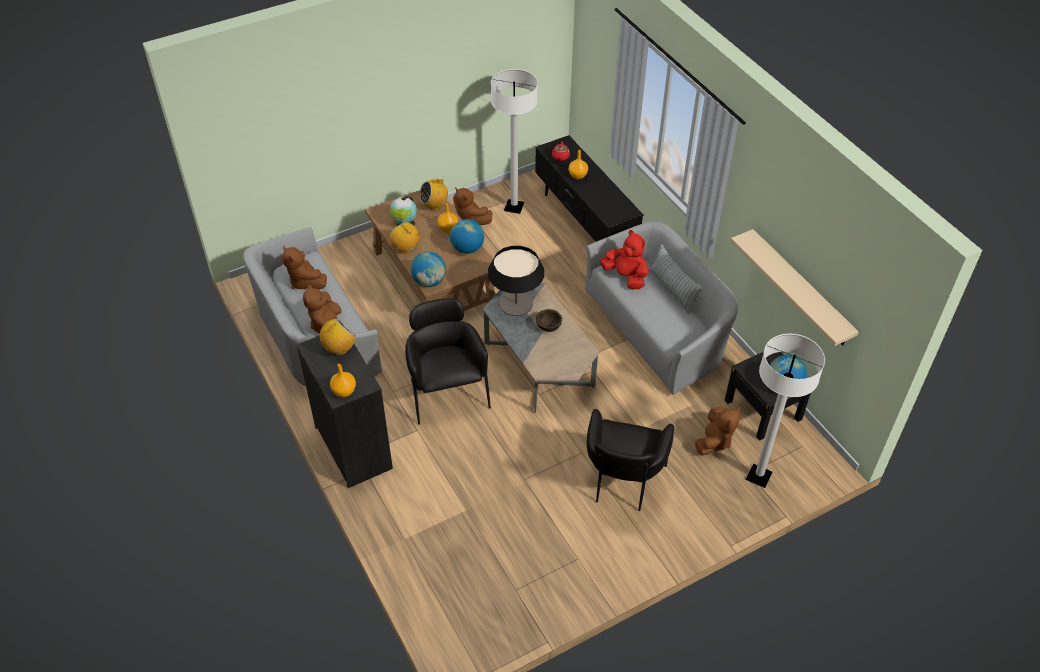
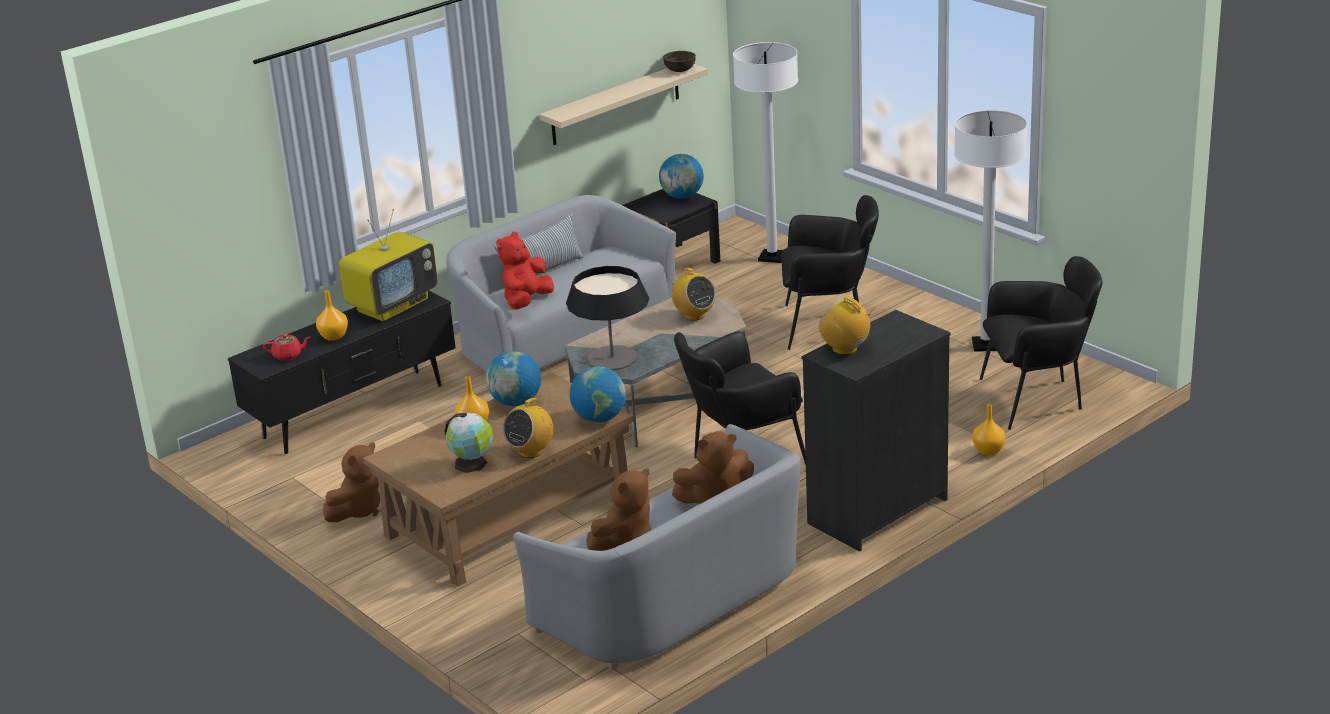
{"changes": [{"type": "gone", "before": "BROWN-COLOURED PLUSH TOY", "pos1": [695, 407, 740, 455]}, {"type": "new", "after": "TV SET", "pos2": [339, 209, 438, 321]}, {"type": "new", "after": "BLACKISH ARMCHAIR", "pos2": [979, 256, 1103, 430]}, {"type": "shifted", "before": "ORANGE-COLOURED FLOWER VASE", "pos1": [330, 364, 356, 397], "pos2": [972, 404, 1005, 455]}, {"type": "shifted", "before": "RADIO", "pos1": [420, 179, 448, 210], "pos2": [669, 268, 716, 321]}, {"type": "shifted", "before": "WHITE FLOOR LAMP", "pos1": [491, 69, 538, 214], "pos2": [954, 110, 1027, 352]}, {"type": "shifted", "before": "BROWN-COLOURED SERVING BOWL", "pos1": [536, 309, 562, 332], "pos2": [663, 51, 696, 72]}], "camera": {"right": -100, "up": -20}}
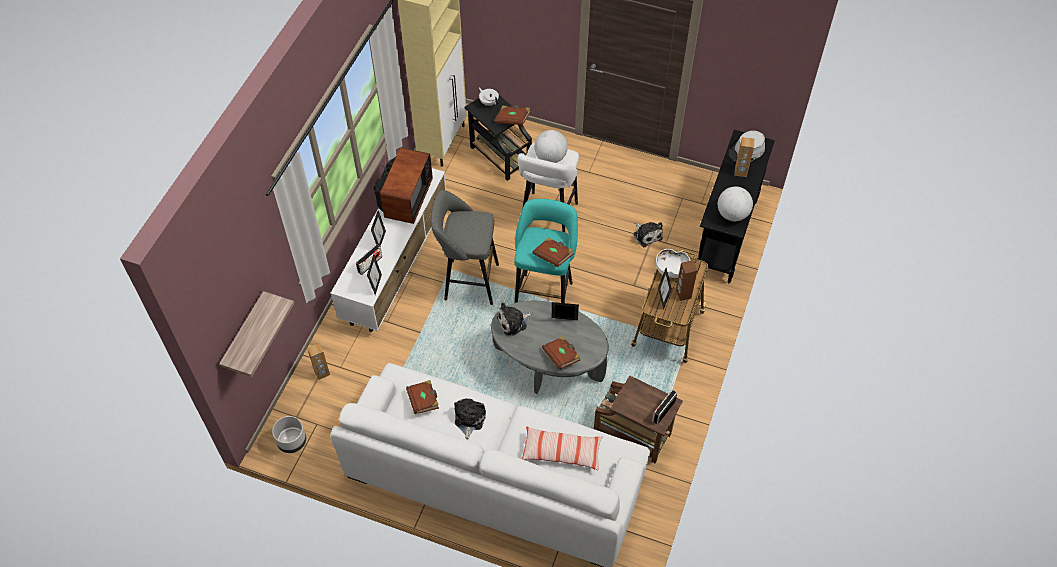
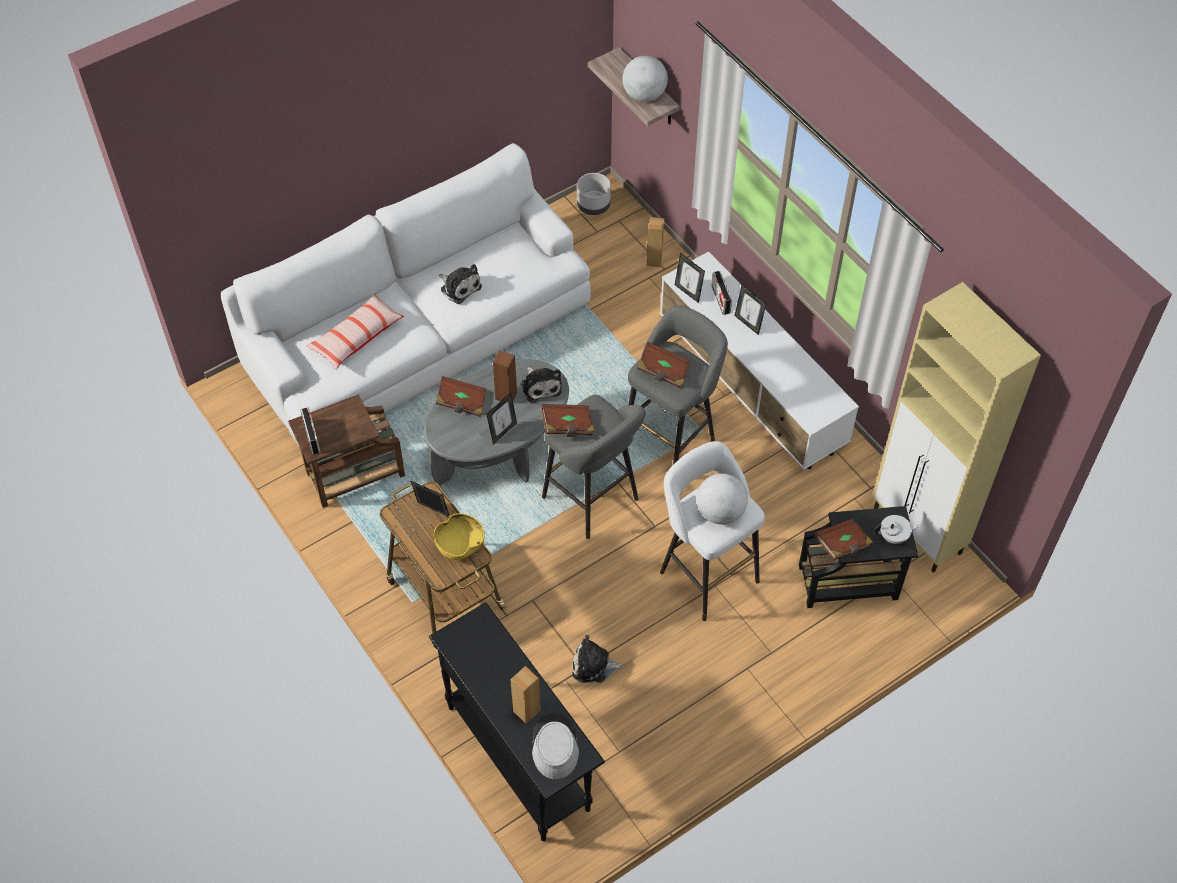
{"changes": [{"type": "gone", "before": "TV SET", "pos1": [374, 147, 433, 224]}, {"type": "shifted", "before": "BROWN-COLOURED BOOK", "pos1": [406, 380, 439, 414], "pos2": [637, 342, 690, 388]}, {"type": "shifted", "before": "BROWN-COLOURED AUDIO SPEAKER", "pos1": [676, 260, 697, 301], "pos2": [493, 350, 517, 401]}, {"type": "shifted", "before": "GLOBE", "pos1": [718, 186, 753, 221], "pos2": [623, 56, 668, 102]}, {"type": "repainted", "before": "BLUE-GREEN STOOL", "after": "GREY STOOL", "pos1": [514, 199, 578, 303], "pos2": [542, 395, 645, 539]}, {"type": "repainted", "before": "WHITE SERVING BOWL", "after": "YELLOWISH SERVING BOWL", "pos1": [656, 249, 690, 278], "pos2": [433, 513, 485, 560]}, {"type": "rotated", "before": "PLUSH TOY", "pos1": [497, 302, 532, 336], "pos2": [521, 366, 562, 404], "turn": 150}], "camera": {"right": 125, "up": 0}}
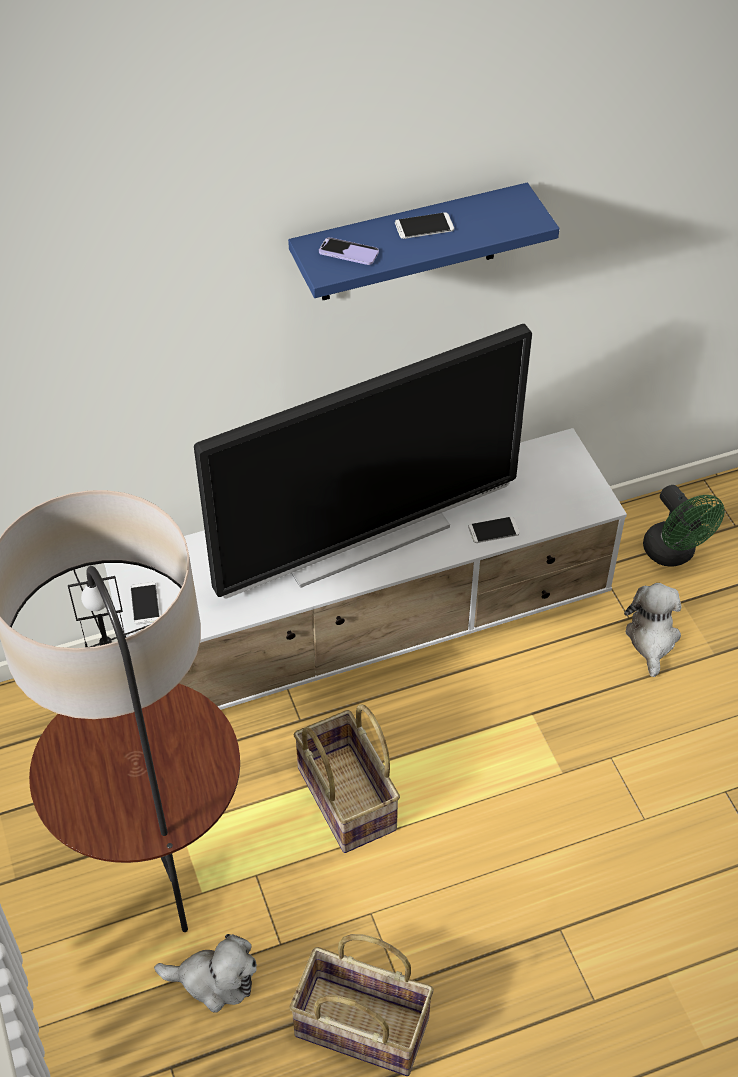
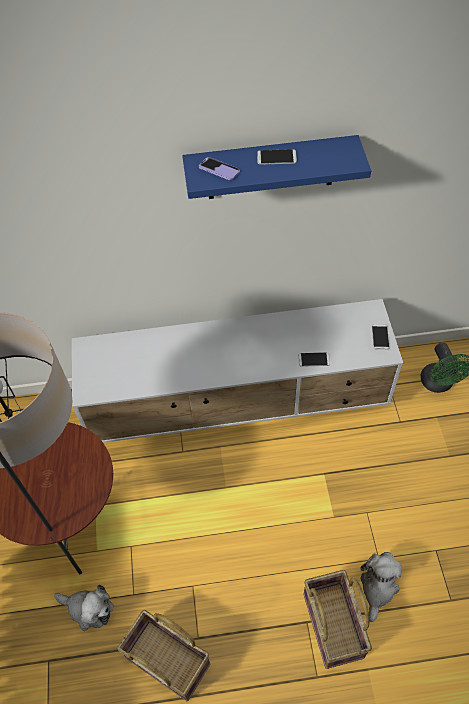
{"changes": [{"type": "gone", "before": "TV SET", "pos1": [194, 324, 532, 599]}, {"type": "shifted", "before": "PHONE", "pos1": [131, 582, 160, 625], "pos2": [372, 324, 390, 350]}, {"type": "shifted", "before": "HOUSEHOLD BASKET", "pos1": [293, 704, 400, 853], "pos2": [304, 570, 372, 669]}, {"type": "shifted", "before": "PLUSH TOY", "pos1": [624, 583, 681, 677], "pos2": [360, 552, 401, 622]}], "camera": {"right": 15, "up": 5}}
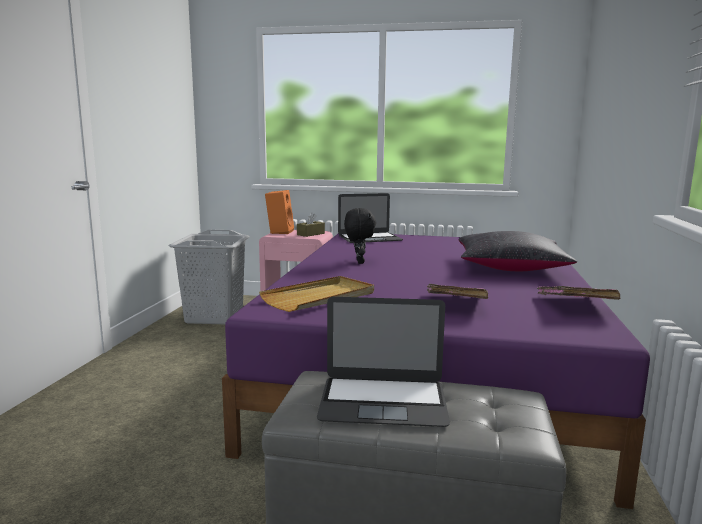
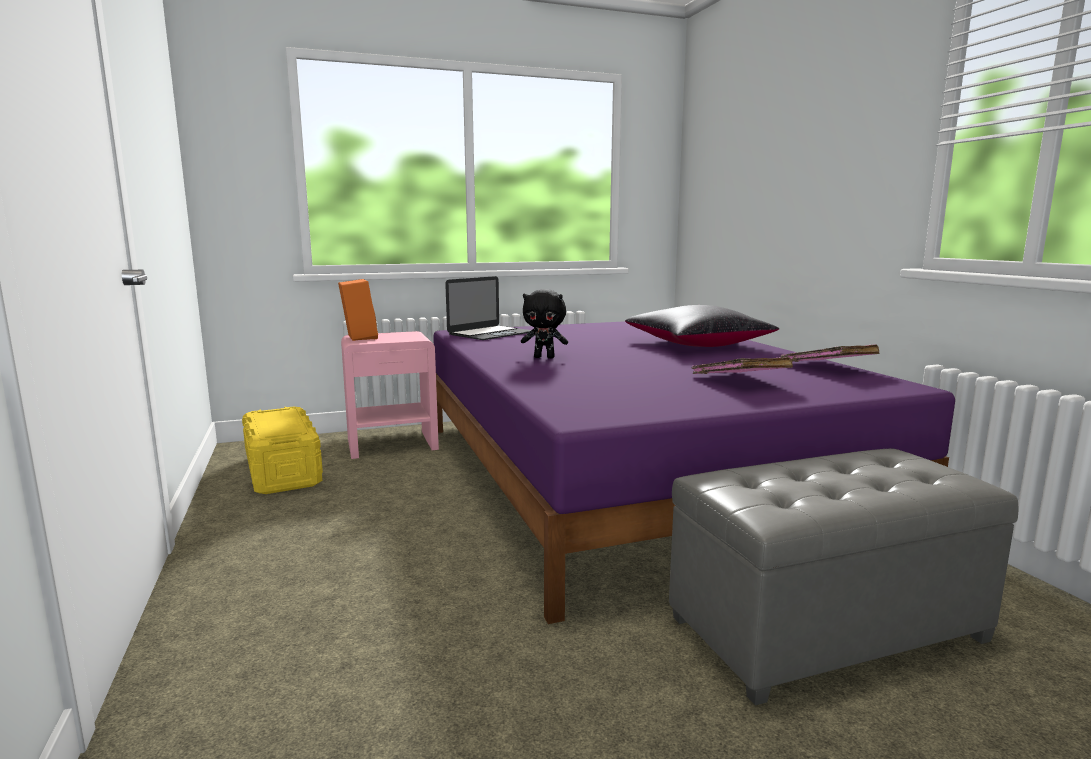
{"changes": [{"type": "gone", "before": "BEIGE-COLOURED TRAY", "pos1": [259, 276, 374, 312]}, {"type": "gone", "before": "BROWN-COLOURED TISSUE HOLDER", "pos1": [297, 212, 325, 237]}, {"type": "gone", "before": "NOTEBOOK COMPUTER", "pos1": [317, 297, 450, 427]}, {"type": "swapped", "before": "GREY WASHING BASKET", "after": "YELLOWISH STORAGE CONTAINER", "pos1": [169, 230, 250, 324], "pos2": [242, 406, 323, 494]}, {"type": "rotated", "before": "BLACKISH PLUSH TOY", "pos1": [344, 208, 377, 264], "pos2": [521, 289, 568, 358], "turn": 135}], "camera": {"right": -30, "up": 0}}
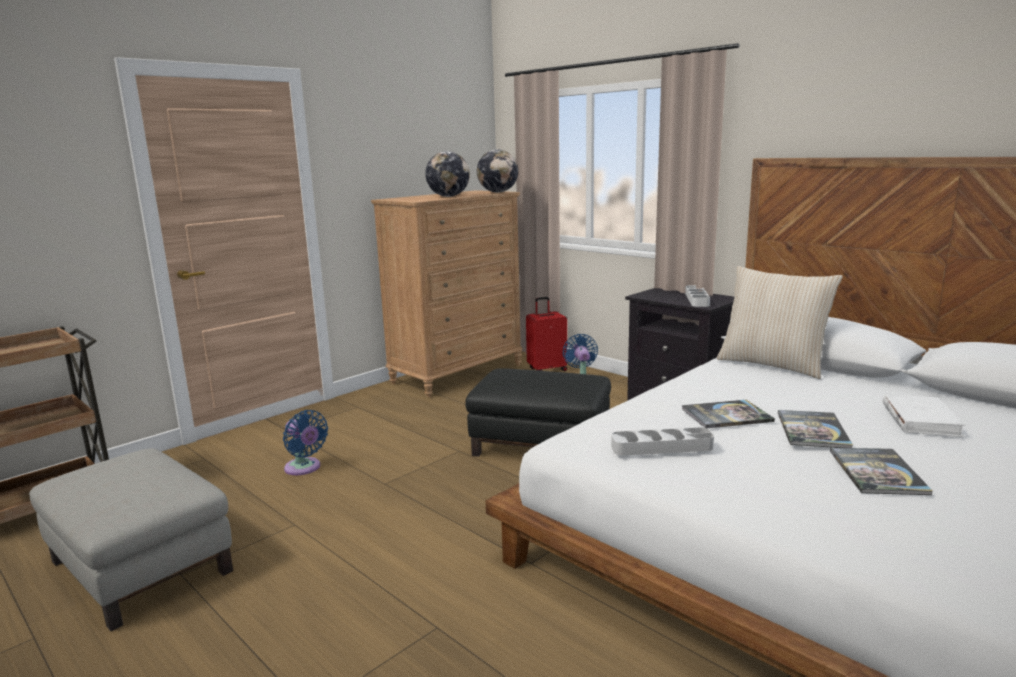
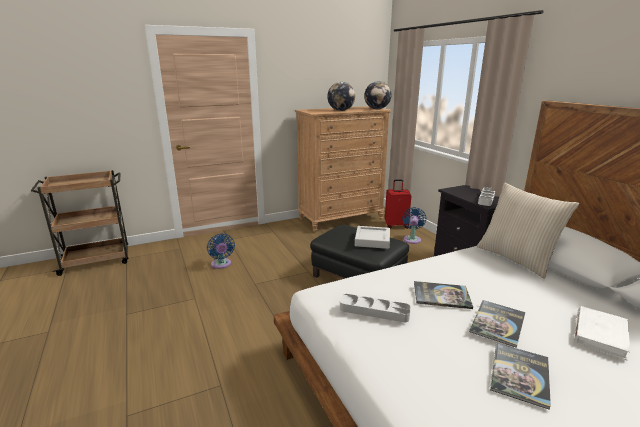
{"changes": [{"type": "gone", "before": "GREY FOOTREST", "pos1": [29, 448, 233, 631]}, {"type": "new", "after": "GREY TRAY", "pos2": [355, 226, 390, 249]}], "camera": {"right": 20, "up": 5}}
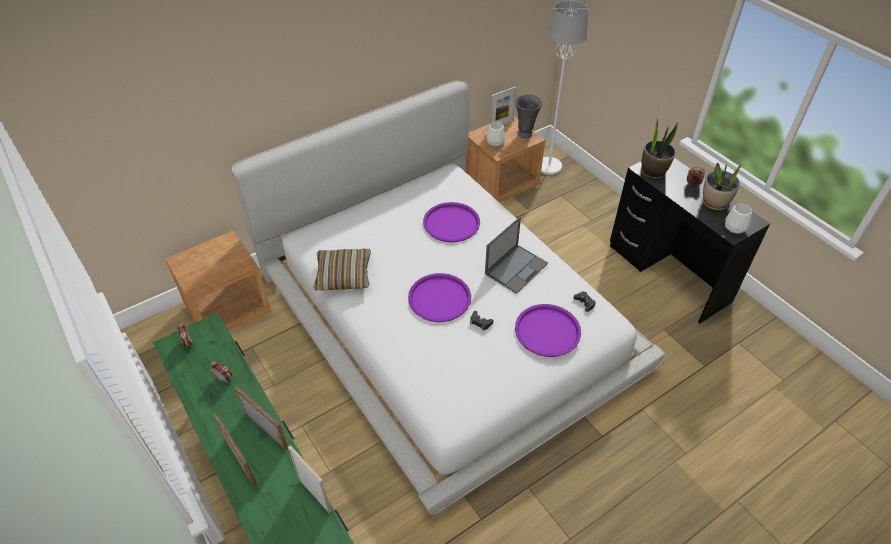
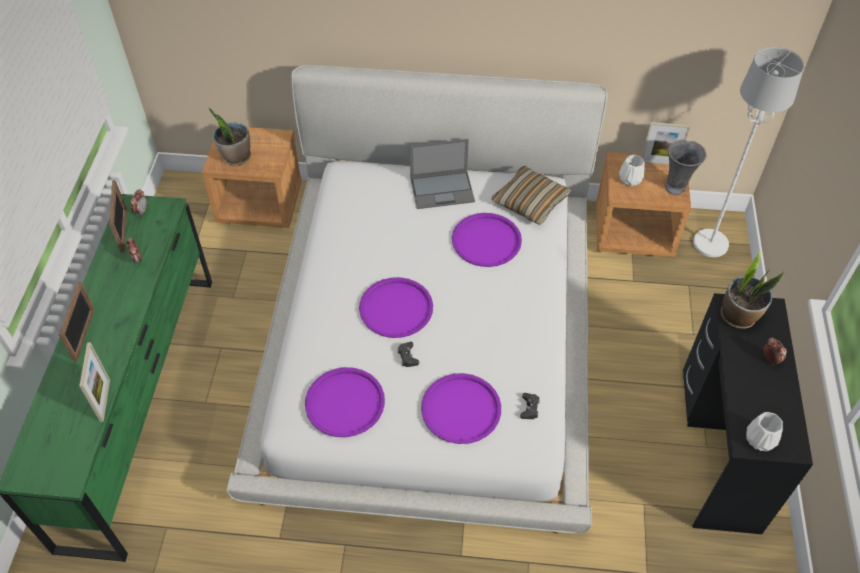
{"changes": [{"type": "new", "after": "PURPLISH TRAY", "pos2": [305, 367, 385, 437]}, {"type": "shifted", "before": "STANDING FRAME", "pos1": [235, 387, 288, 450], "pos2": [109, 180, 127, 253]}, {"type": "shifted", "before": "PILLOW", "pos1": [313, 249, 371, 290], "pos2": [491, 166, 572, 225]}, {"type": "shifted", "before": "NOTEBOOK COMPUTER", "pos1": [485, 217, 548, 294], "pos2": [410, 139, 475, 209]}, {"type": "shifted", "before": "POTTED PLANT", "pos1": [702, 162, 743, 210], "pos2": [209, 108, 251, 166]}], "camera": {"right": 40, "up": 5}}
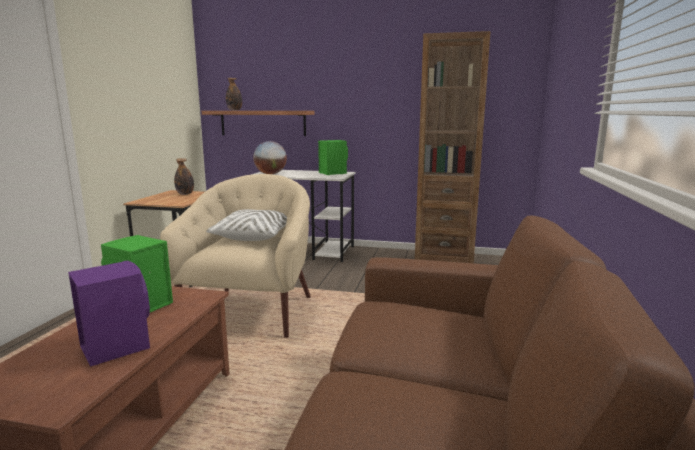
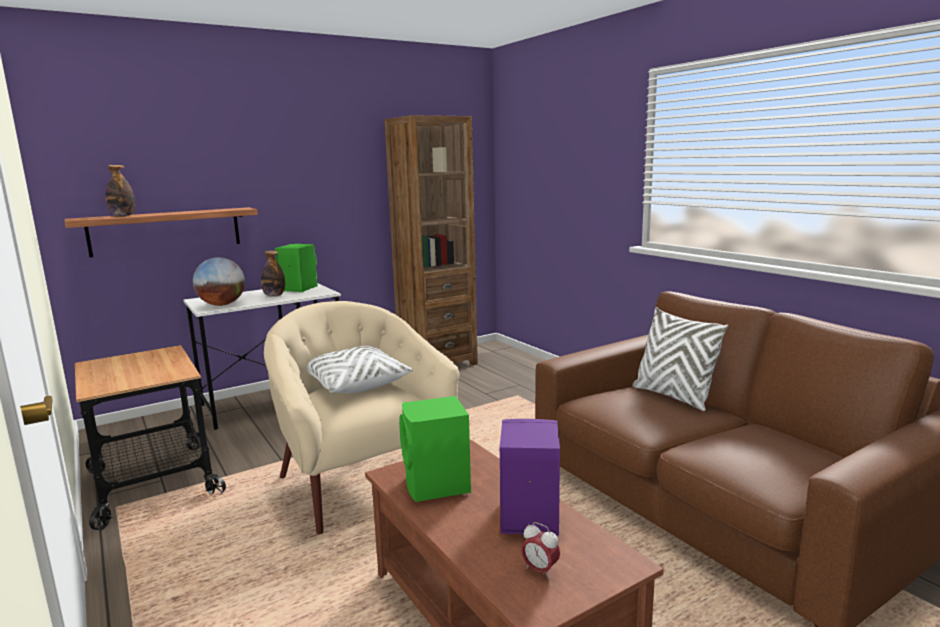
{"changes": [{"type": "new", "after": "BEDSIDE CLOCK", "pos2": [521, 522, 560, 579]}, {"type": "new", "after": "WHITE PILLOW", "pos2": [633, 307, 729, 411]}, {"type": "shifted", "before": "DRINK BOTTLE", "pos1": [174, 158, 194, 195], "pos2": [261, 251, 285, 297]}], "camera": {"right": -45, "up": 0}}
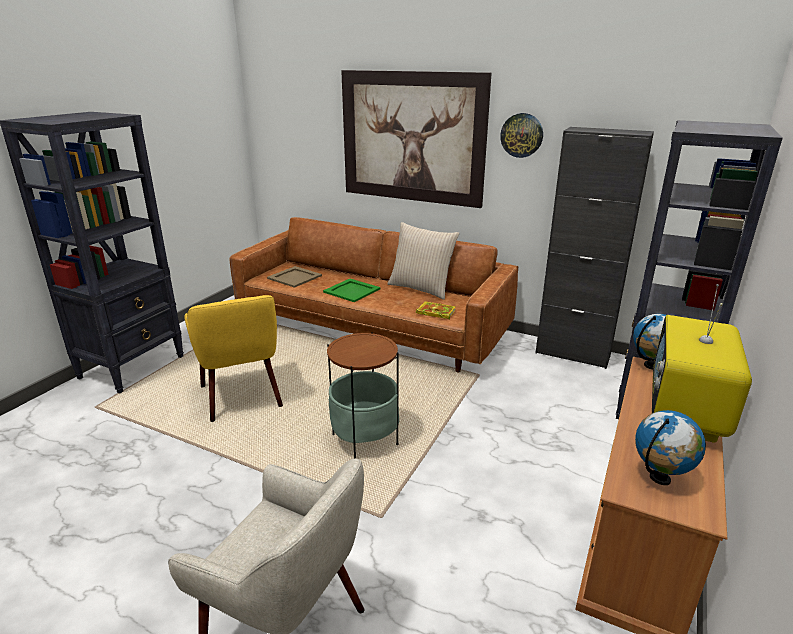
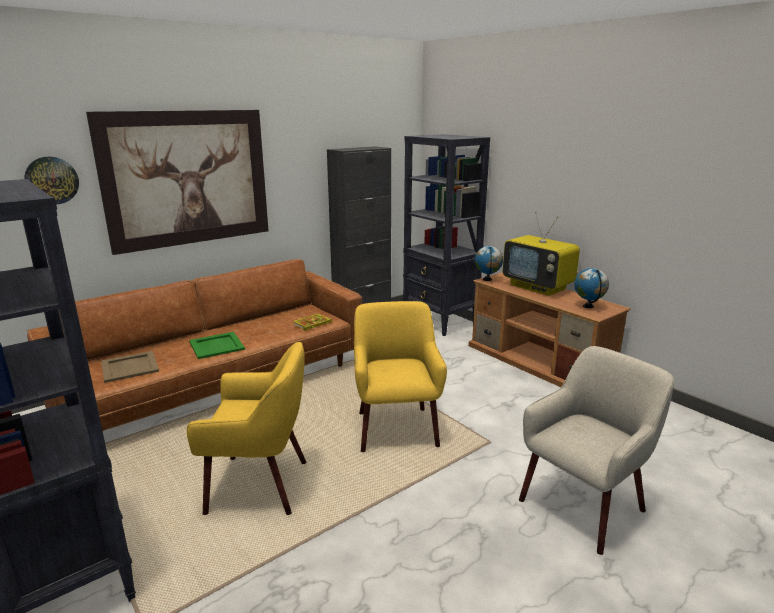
{"changes": [{"type": "gone", "before": "BEIGE-COLOURED PILLOW", "pos1": [388, 222, 459, 300]}, {"type": "shifted", "before": "HANGING CLOCK", "pos1": [500, 113, 543, 158], "pos2": [24, 157, 79, 204]}, {"type": "swapped", "before": "END TABLE", "after": "YELLOWISH ARMCHAIR", "pos1": [327, 332, 399, 459], "pos2": [354, 301, 447, 452]}], "camera": {"right": -65, "up": -5}}
